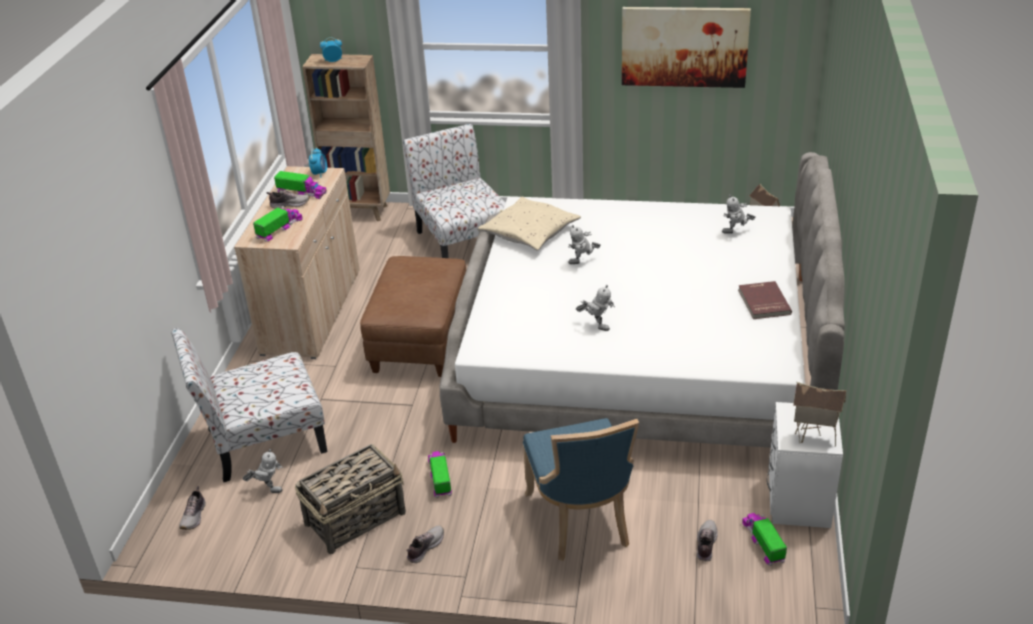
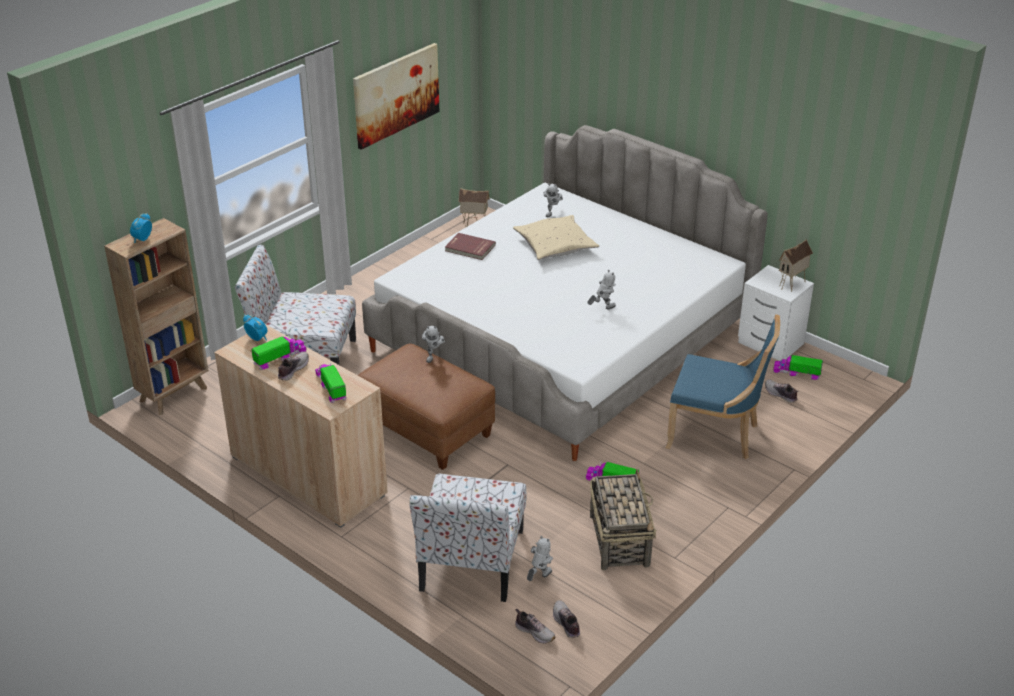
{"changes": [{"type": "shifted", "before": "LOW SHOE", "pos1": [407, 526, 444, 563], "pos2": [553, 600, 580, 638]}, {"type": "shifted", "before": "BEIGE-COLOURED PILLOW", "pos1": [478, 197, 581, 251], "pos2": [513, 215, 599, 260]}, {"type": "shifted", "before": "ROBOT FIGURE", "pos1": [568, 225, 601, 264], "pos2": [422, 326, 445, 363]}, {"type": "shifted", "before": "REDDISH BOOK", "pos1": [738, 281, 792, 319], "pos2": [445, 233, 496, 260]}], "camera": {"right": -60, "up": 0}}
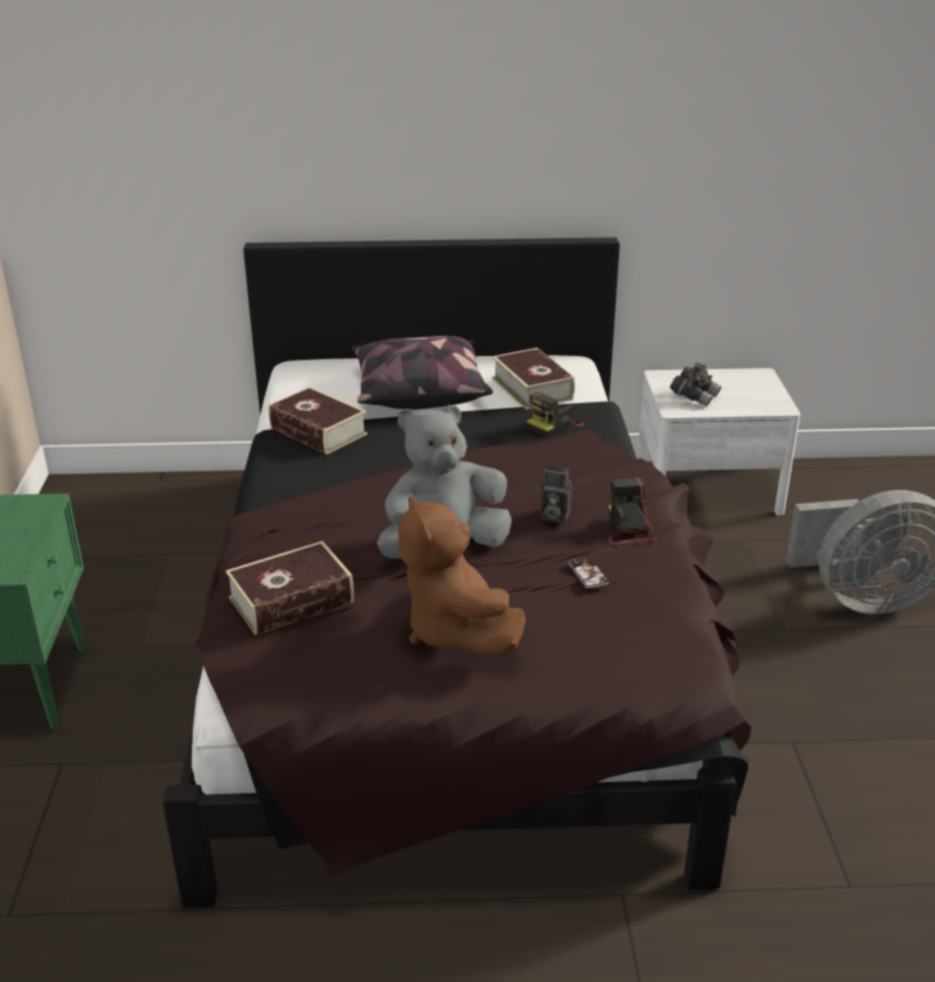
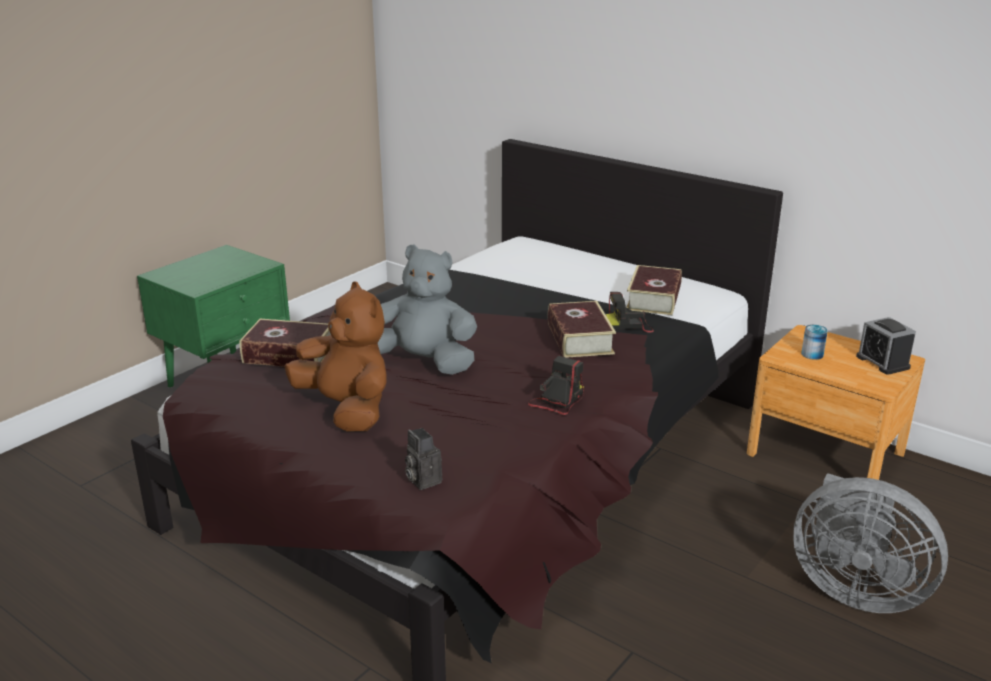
{"changes": [{"type": "gone", "before": "PILLOW", "pos1": [352, 336, 493, 410]}, {"type": "gone", "before": "PHONE", "pos1": [568, 556, 609, 589]}, {"type": "new", "after": "BEDSIDE CLOCK", "pos2": [856, 317, 916, 375]}, {"type": "shifted", "before": "BOOK", "pos1": [269, 387, 367, 455], "pos2": [548, 301, 616, 358]}, {"type": "shifted", "before": "STILL CAMERA", "pos1": [541, 466, 572, 523], "pos2": [405, 428, 442, 490]}, {"type": "swapped", "before": "GREY BINOCULARS", "after": "METAL CAN", "pos1": [670, 363, 722, 407], "pos2": [801, 325, 828, 360]}, {"type": "repainted", "before": "WHITE NIGHTSTAND", "after": "BROWN-COLOURED NIGHTSTAND", "pos1": [637, 368, 801, 516], "pos2": [747, 325, 925, 480]}, {"type": "rotated", "before": "BROWN-COLOURED PLUSH TOY", "pos1": [398, 493, 526, 656], "pos2": [284, 282, 387, 431], "turn": 120}], "camera": {"right": 40, "up": -5}}
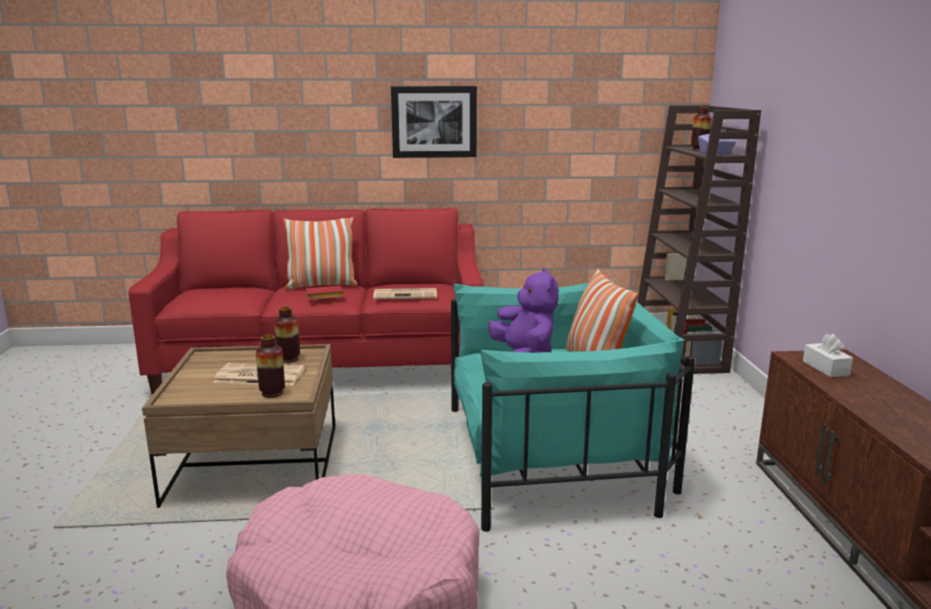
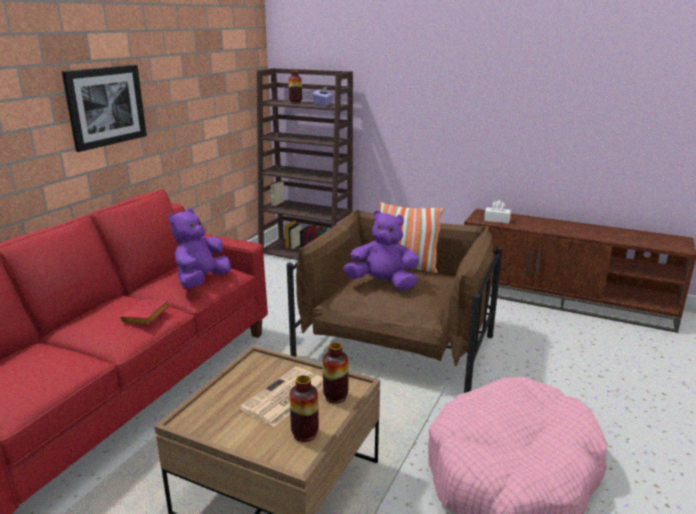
{"changes": [{"type": "gone", "before": "PILLOW", "pos1": [283, 217, 357, 290]}, {"type": "shifted", "before": "FLOWER VASE", "pos1": [274, 306, 300, 363], "pos2": [289, 375, 319, 442]}, {"type": "swapped", "before": "PRINTED PAPER", "after": "PURPLISH PLUSH TOY", "pos1": [373, 288, 437, 299], "pos2": [168, 208, 231, 289]}, {"type": "repainted", "before": "BLUE-GREEN ARMCHAIR", "after": "BROWN-COLOURED ARMCHAIR", "pos1": [451, 280, 695, 532], "pos2": [287, 210, 502, 393]}], "camera": {"right": -60, "up": 5}}
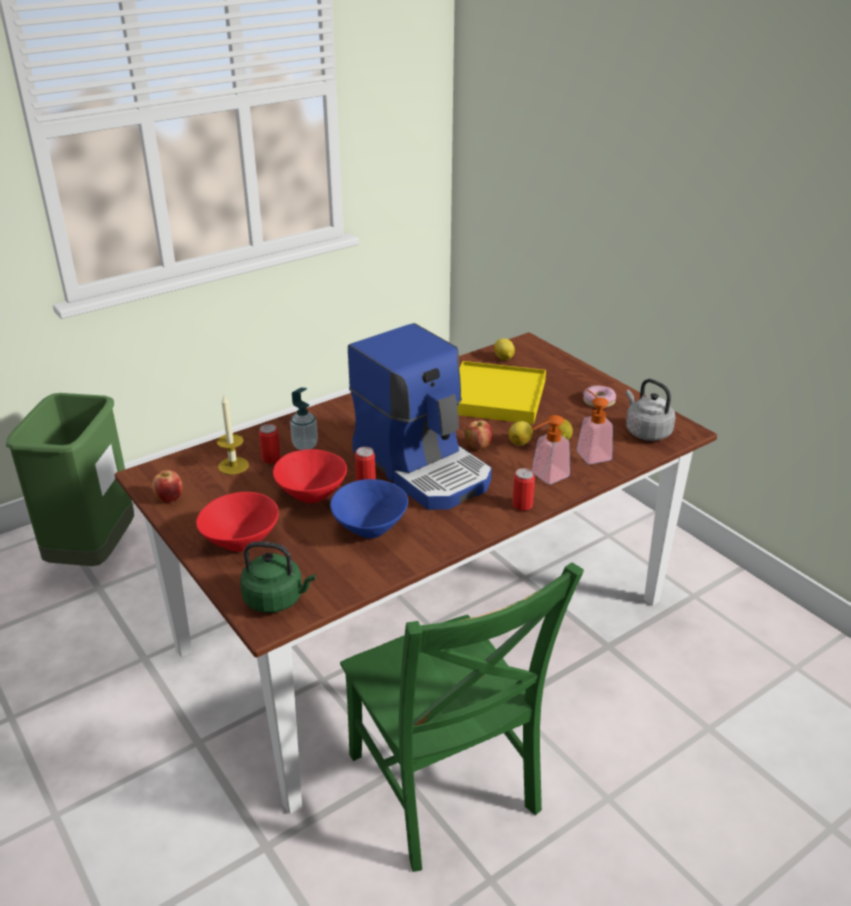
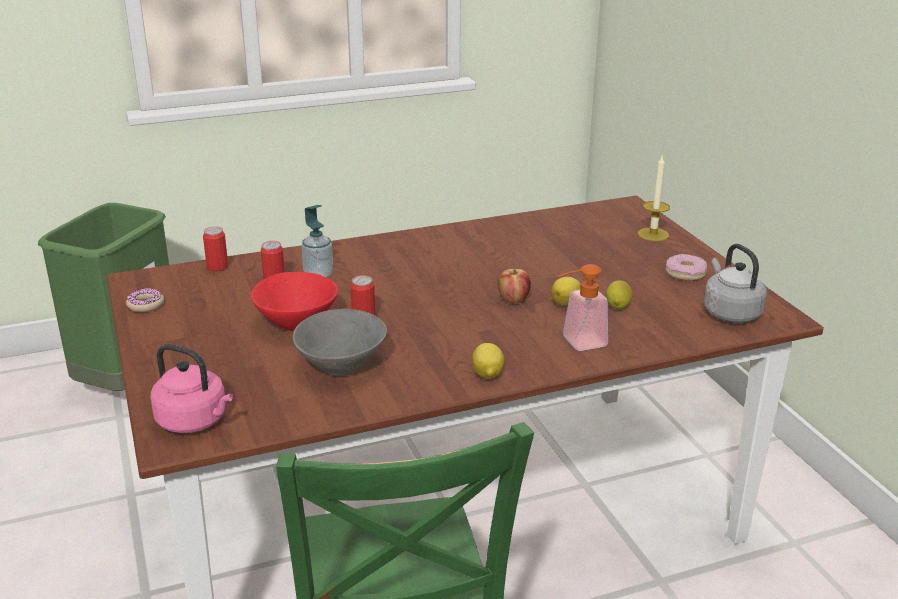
{"changes": [{"type": "gone", "before": "REDDISH SERVING BOWL", "pos1": [196, 492, 279, 552]}, {"type": "gone", "before": "COFFEE MAKER", "pos1": [348, 323, 492, 510]}, {"type": "gone", "before": "YELLOWISH TRAY", "pos1": [457, 361, 546, 424]}, {"type": "gone", "before": "LIQUID SOAP BOTTLE", "pos1": [577, 389, 613, 464]}, {"type": "shifted", "before": "WAX LIGHT", "pos1": [217, 395, 249, 475], "pos2": [638, 156, 670, 241]}, {"type": "shifted", "before": "WHOLE LEMON", "pos1": [494, 338, 515, 360], "pos2": [472, 343, 505, 379]}, {"type": "shifted", "before": "METAL CAN", "pos1": [513, 468, 535, 511], "pos2": [203, 226, 228, 271]}, {"type": "swapped", "before": "WHOLE APPLE", "after": "DOUGHNUT", "pos1": [152, 470, 182, 503], "pos2": [126, 288, 164, 312]}, {"type": "repainted", "before": "GREEN WATER KETTLE", "after": "PINK-COLOURED WATER KETTLE", "pos1": [240, 541, 315, 613], "pos2": [150, 344, 233, 433]}, {"type": "repainted", "before": "BLUE-COLOURED SERVING BOWL", "after": "GREY SERVING BOWL", "pos1": [330, 479, 408, 538], "pos2": [293, 309, 387, 376]}], "camera": {"right": 15, "up": -5}}
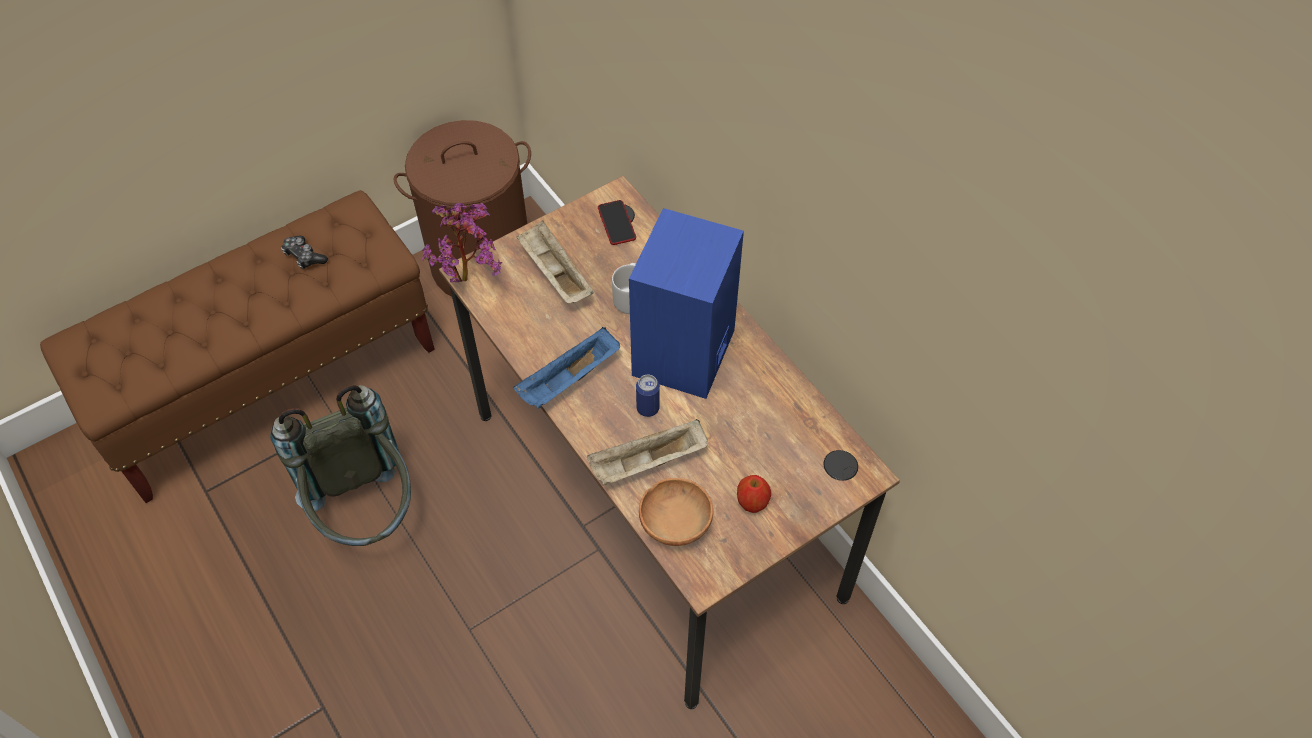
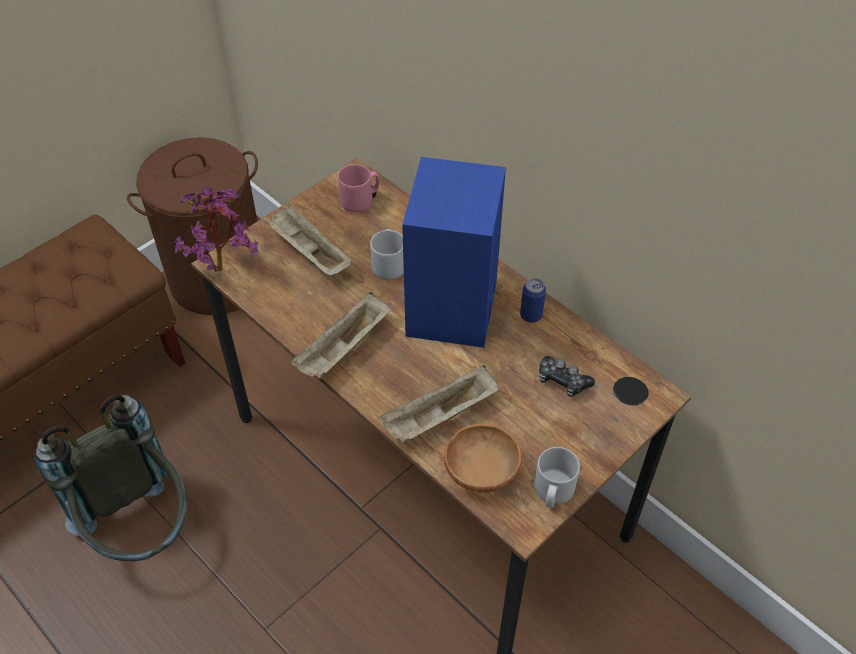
{"changes": [{"type": "gone", "before": "WHOLE APPLE", "pos1": [737, 475, 771, 513]}, {"type": "new", "after": "GREY MUG", "pos2": [534, 447, 580, 508]}, {"type": "shifted", "before": "GAME CONTROLLER", "pos1": [281, 236, 328, 269], "pos2": [539, 356, 595, 397]}, {"type": "shifted", "before": "METAL CAN", "pos1": [636, 375, 660, 417], "pos2": [520, 278, 546, 323]}, {"type": "swapped", "before": "PHONE", "after": "PINK-COLOURED MUG", "pos1": [598, 200, 636, 245], "pos2": [338, 164, 379, 212]}, {"type": "repainted", "before": "BLUE-COLOURED TRAY", "after": "BEIGE-COLOURED TRAY", "pos1": [514, 327, 620, 409], "pos2": [291, 292, 391, 379]}], "camera": {"right": -10, "up": -5}}
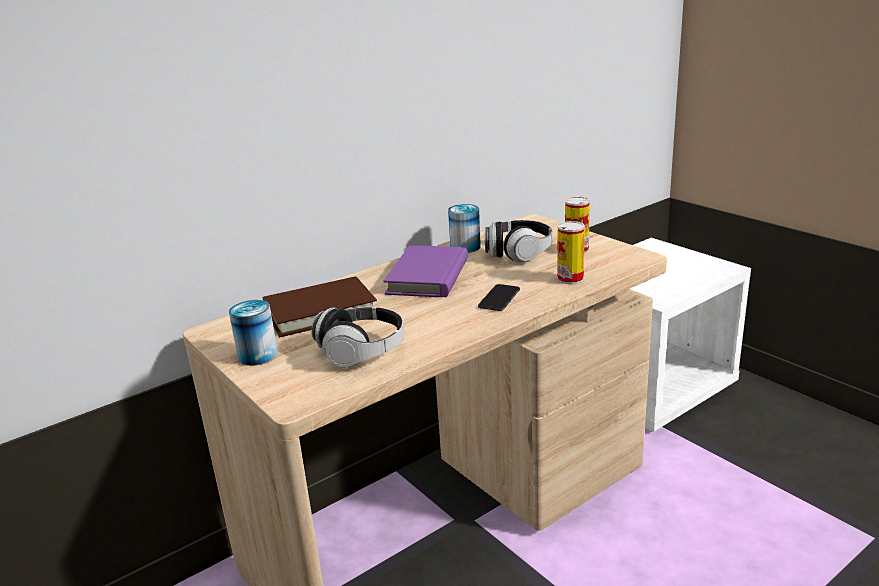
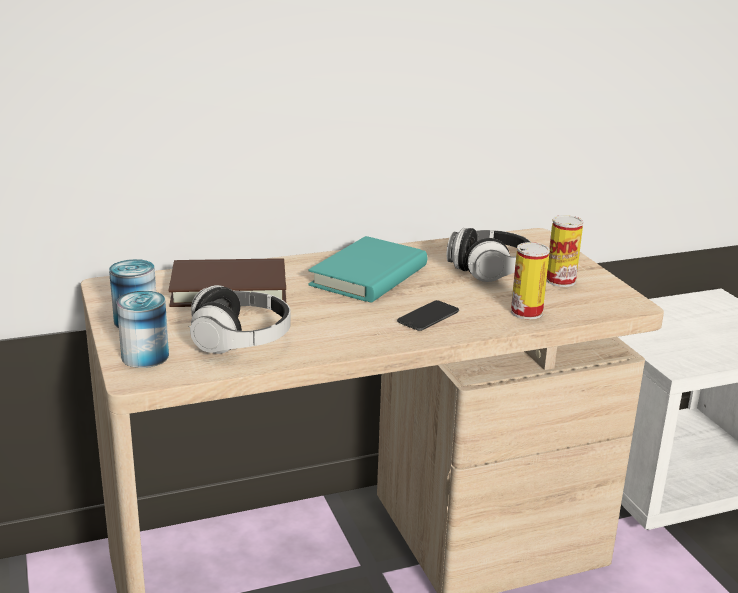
{"changes": [{"type": "shifted", "before": "METAL CAN", "pos1": [448, 204, 481, 253], "pos2": [116, 291, 169, 368]}, {"type": "repainted", "before": "PURPLISH BOOK", "after": "BLUE-GREEN BOOK", "pos1": [383, 245, 468, 297], "pos2": [308, 236, 427, 303]}], "camera": {"right": 15, "up": 0}}
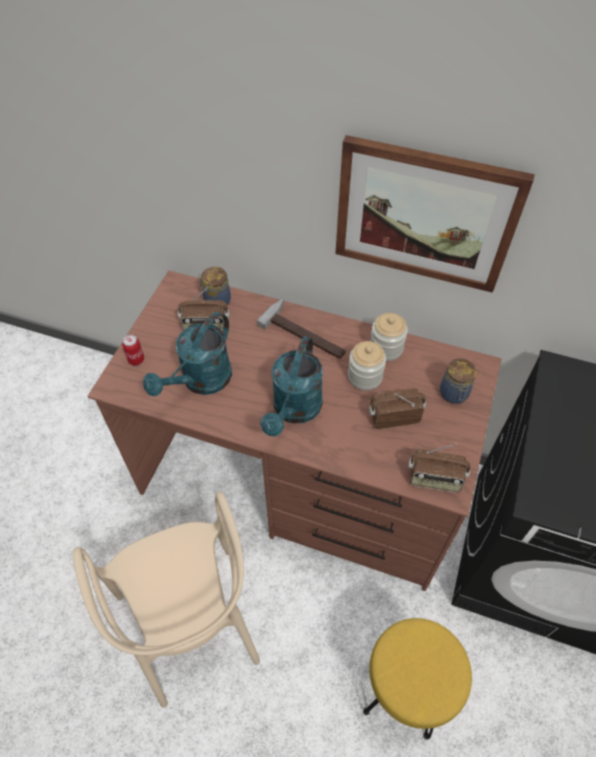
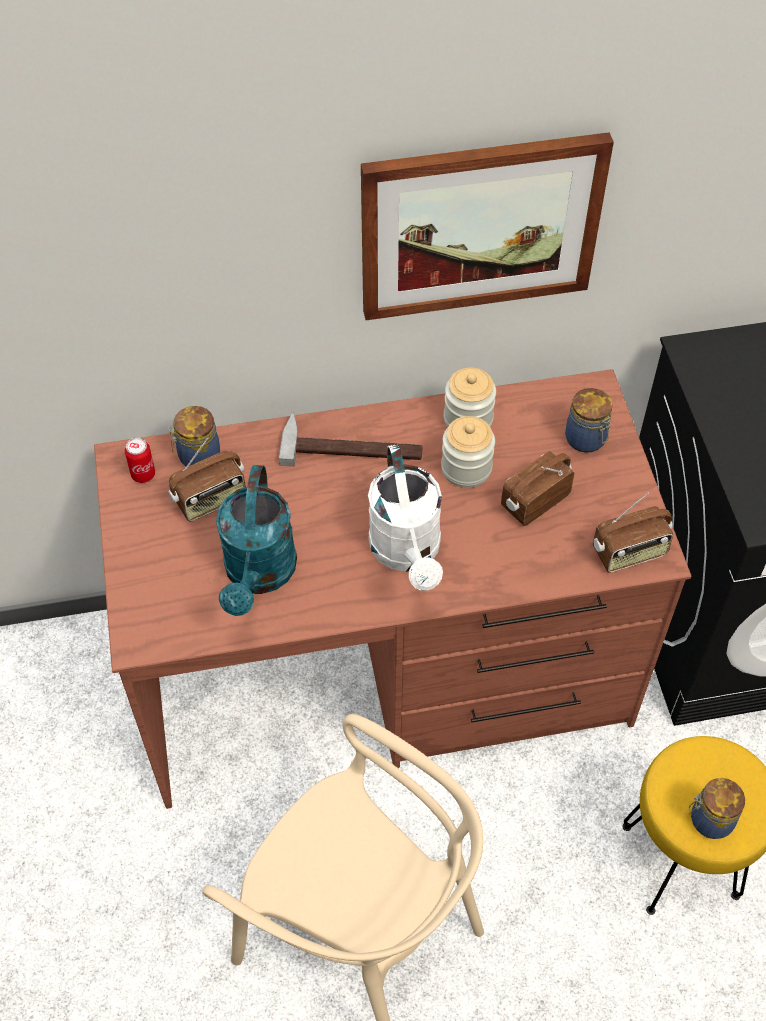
{"changes": [{"type": "new", "after": "STORAGE JAR", "pos2": [689, 778, 745, 839]}, {"type": "shifted", "before": "METAL CAN", "pos1": [122, 334, 144, 365], "pos2": [125, 437, 155, 483]}, {"type": "repainted", "before": "BLUE-GREEN WATERING POT", "after": "WHITE WATERING POT", "pos1": [260, 336, 323, 436], "pos2": [368, 444, 443, 591]}], "camera": {"right": -30, "up": 0}}
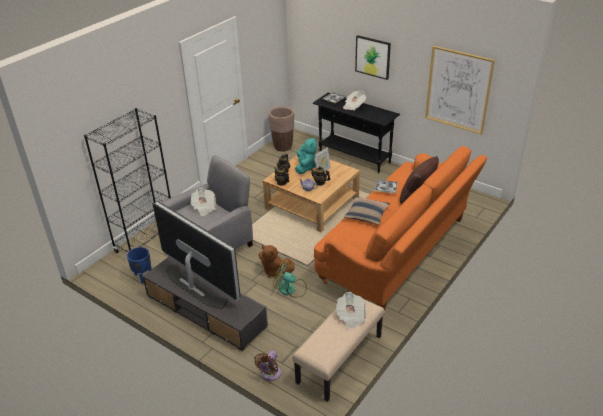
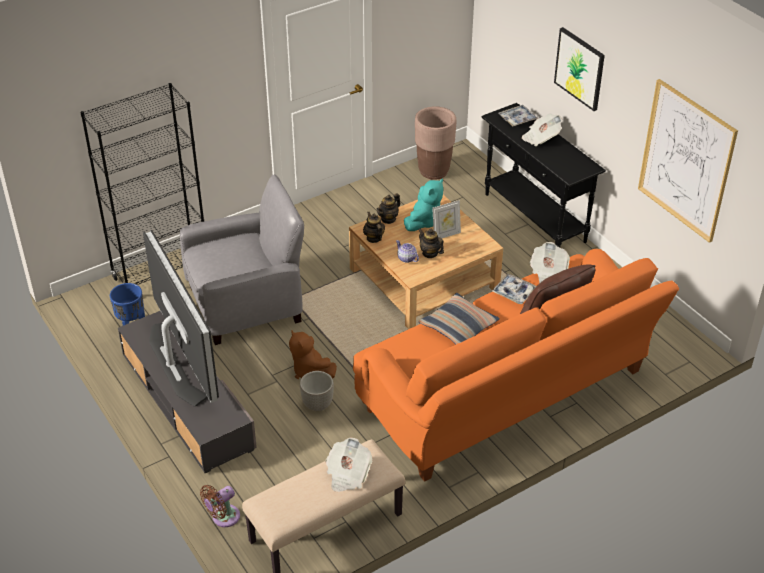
{"changes": [{"type": "shifted", "before": "PRINTED PAPER", "pos1": [191, 188, 216, 216], "pos2": [530, 242, 570, 284]}, {"type": "swapped", "before": "FAN", "after": "PLANT POT", "pos1": [273, 260, 307, 298], "pos2": [300, 371, 334, 411]}], "camera": {"right": 20, "up": 5}}
